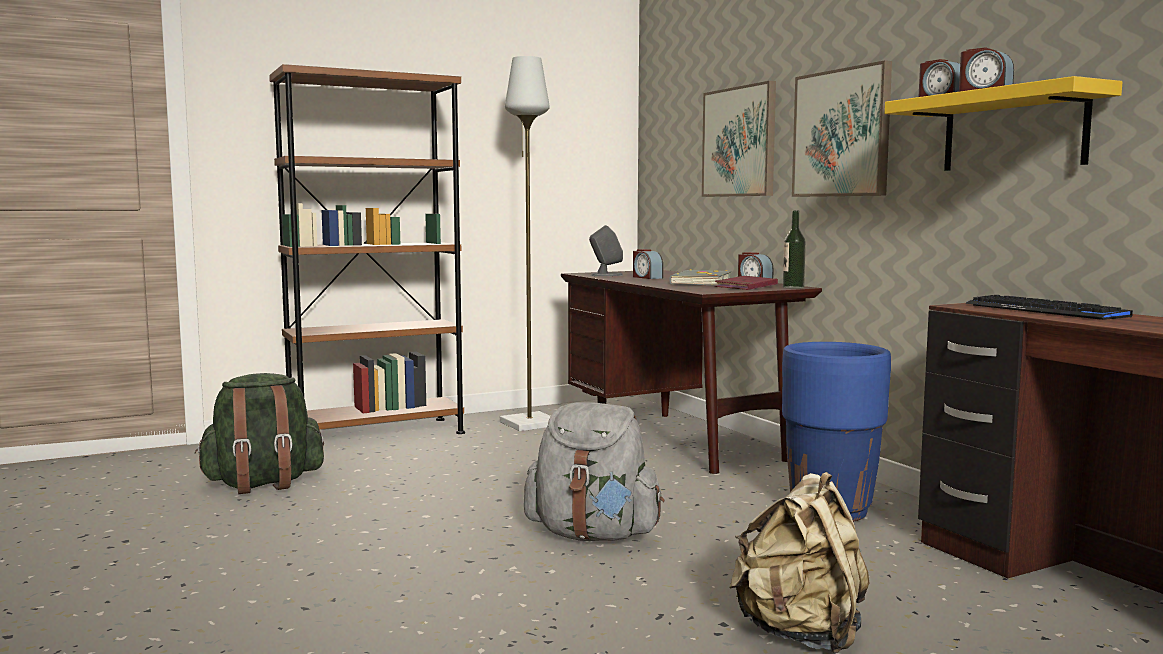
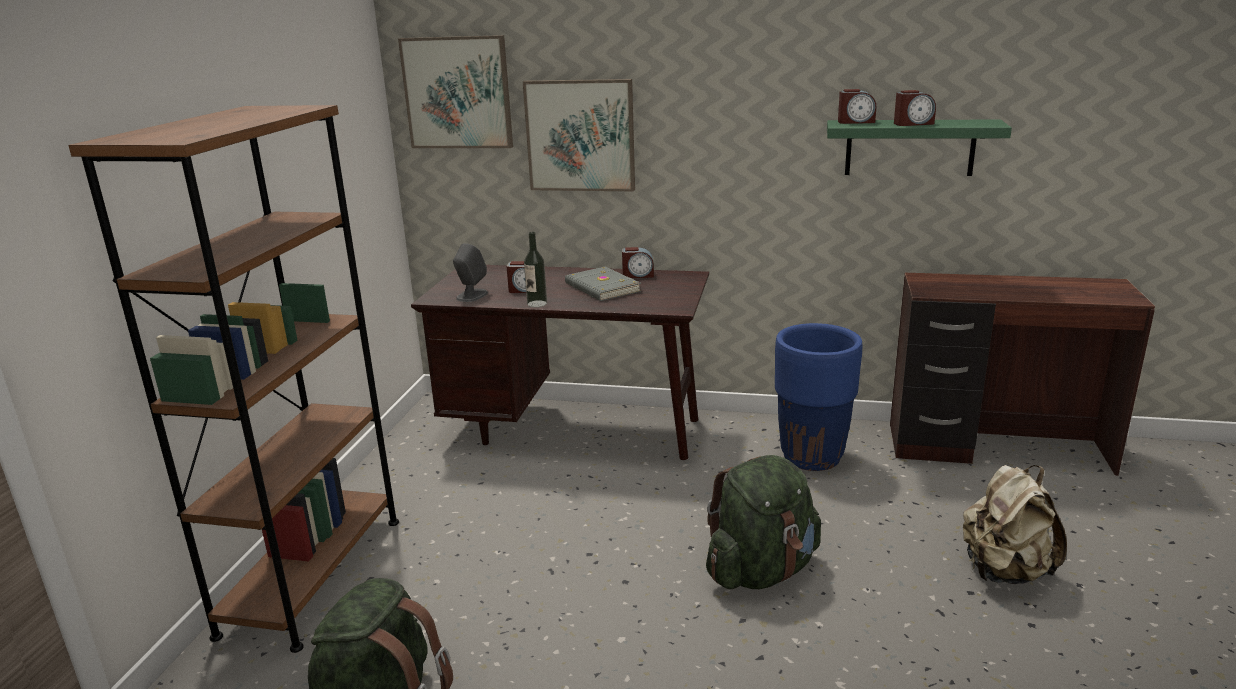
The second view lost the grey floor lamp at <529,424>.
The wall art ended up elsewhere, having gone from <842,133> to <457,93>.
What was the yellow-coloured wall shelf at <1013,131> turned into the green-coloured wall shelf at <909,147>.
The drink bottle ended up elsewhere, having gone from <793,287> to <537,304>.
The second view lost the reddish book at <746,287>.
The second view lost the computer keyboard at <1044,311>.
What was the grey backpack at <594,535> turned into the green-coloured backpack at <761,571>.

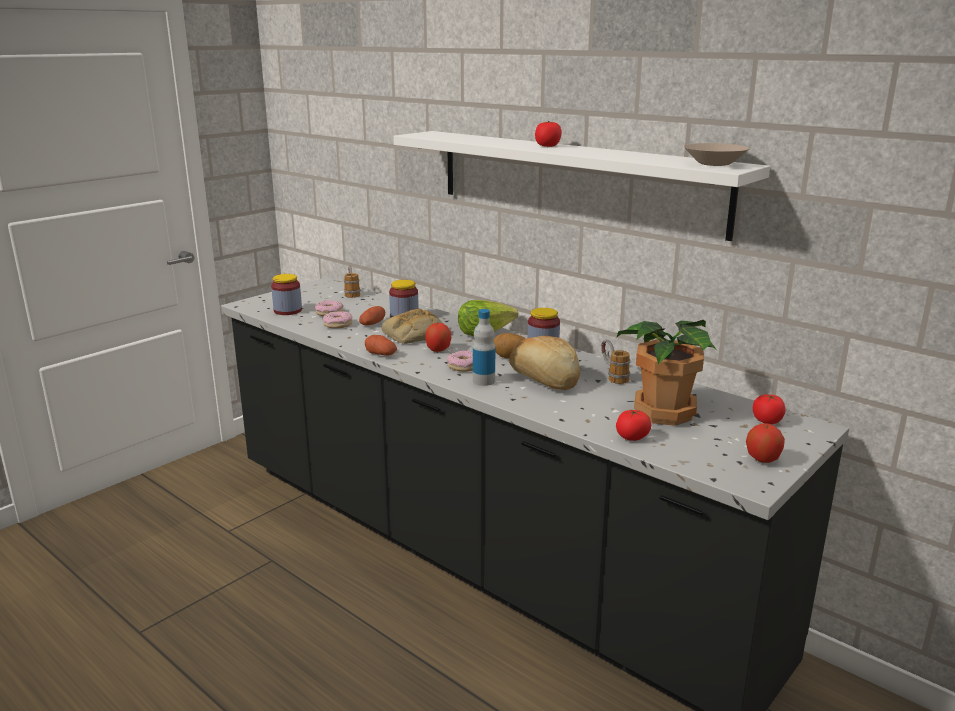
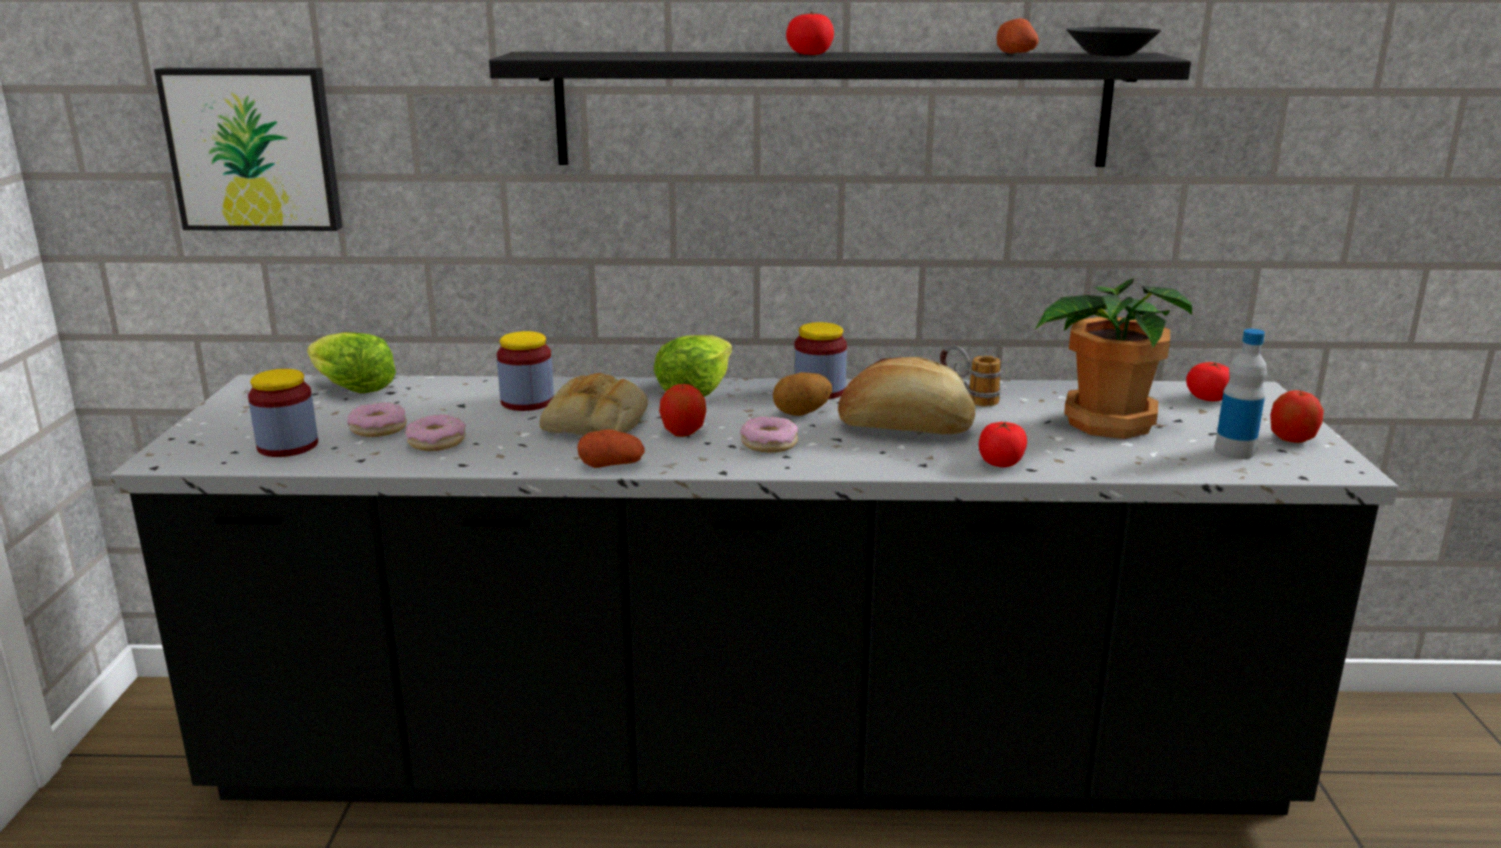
What was the white wall shelf at <574,180> turned into the black-coloured wall shelf at <831,109>.
What was the beige-coloured bowl at <714,164> turned into the black-coloured bowl at <1111,55>.
Where the tea mug stood at <352,293>, the lettuce head came to stand at <351,388>.
The potato ended up elsewhere, having gone from <372,324> to <1016,54>.
The drink bottle ended up elsewhere, having gone from <483,381> to <1234,451>.
The fresh tomato ended up elsewhere, having gone from <632,437> to <1001,463>.
The second view gained the wall art at <254,149>.

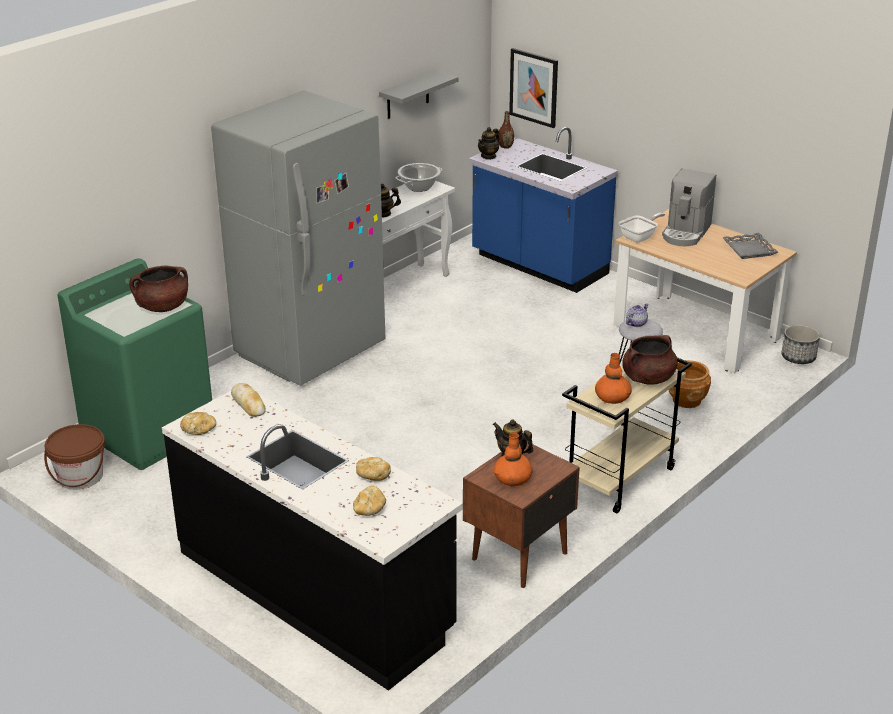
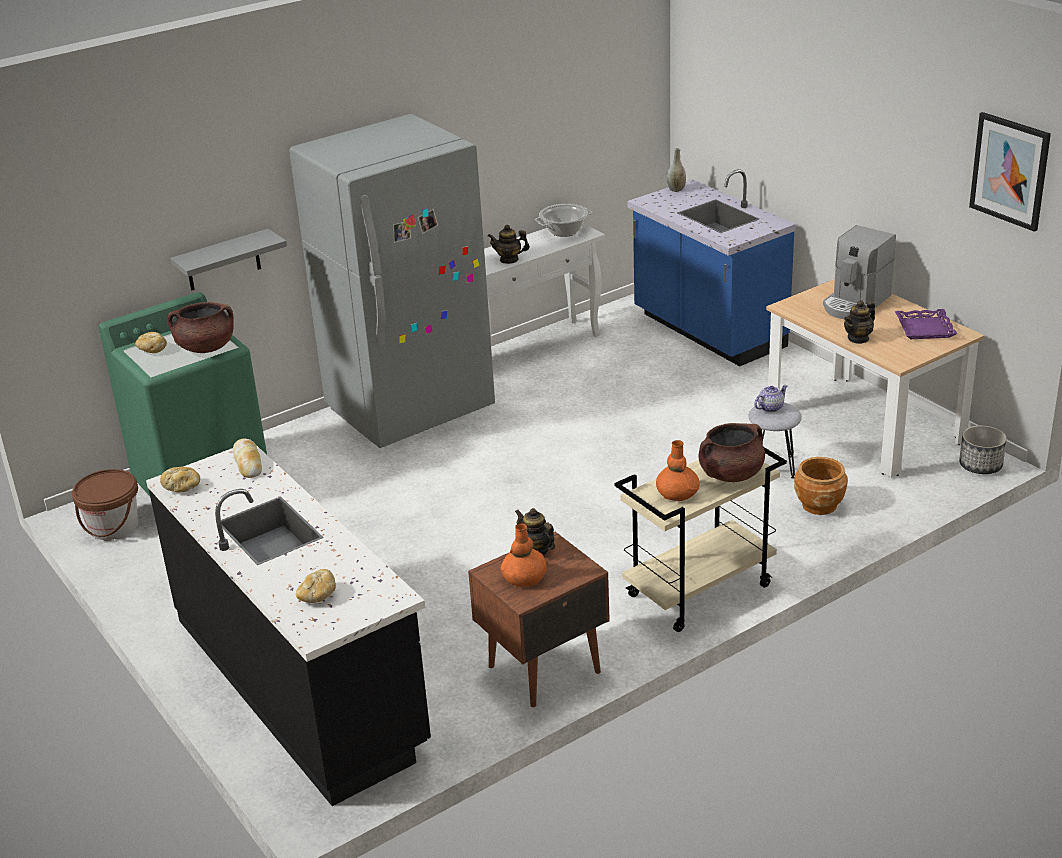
The wall art ended up elsewhere, having gone from <534,87> to <1010,171>.
The grey wall shelf ended up elsewhere, having gone from <407,95> to <223,261>.
What was the brown-coloured flower vase at <505,146> turned into the grey flower vase at <676,190>.
The pot for tea ended up elsewhere, having gone from <488,156> to <858,338>.
The second view lost the frying pan at <640,237>.
What was the grey serving tray at <748,249> turned into the purple serving tray at <924,328>.
The bakery bread ended up elsewhere, having gone from <372,476> to <152,349>.

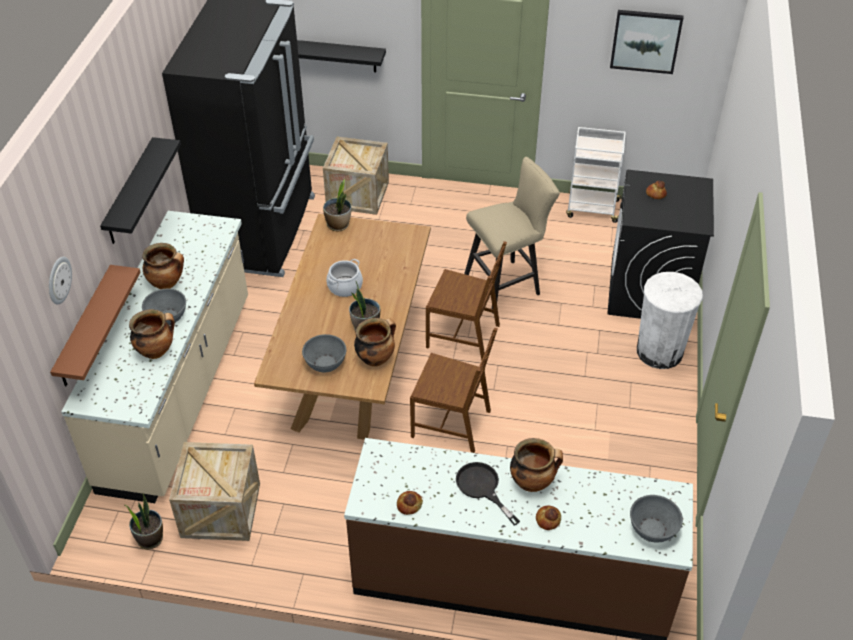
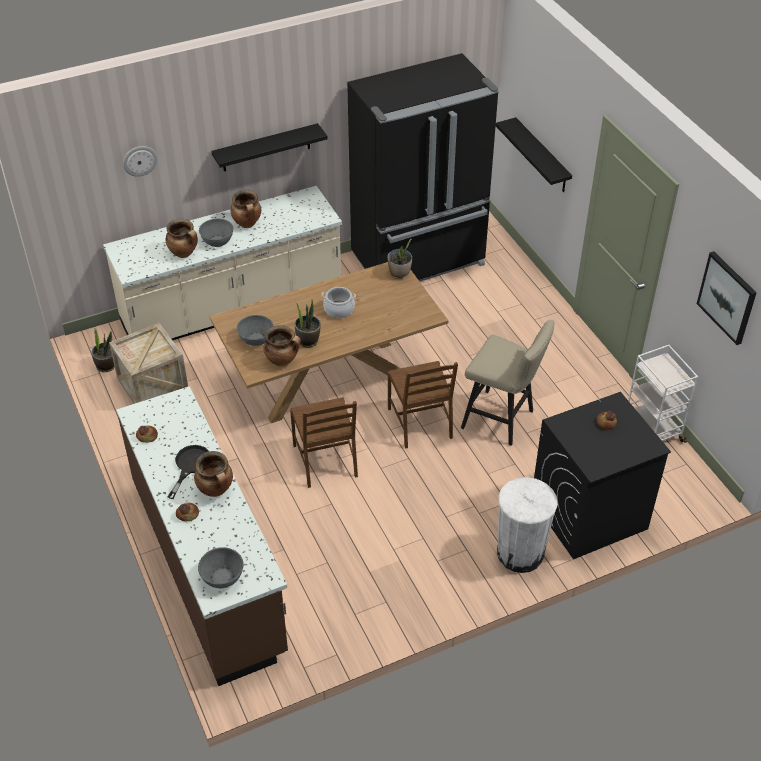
The second view lost the packing crate at <357,194>.
The second view lost the brown-coloured wall shelf at <85,328>.

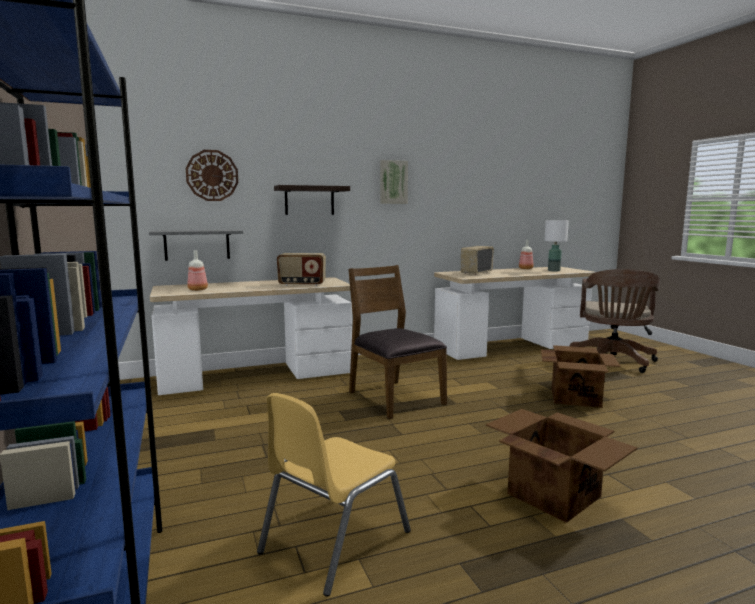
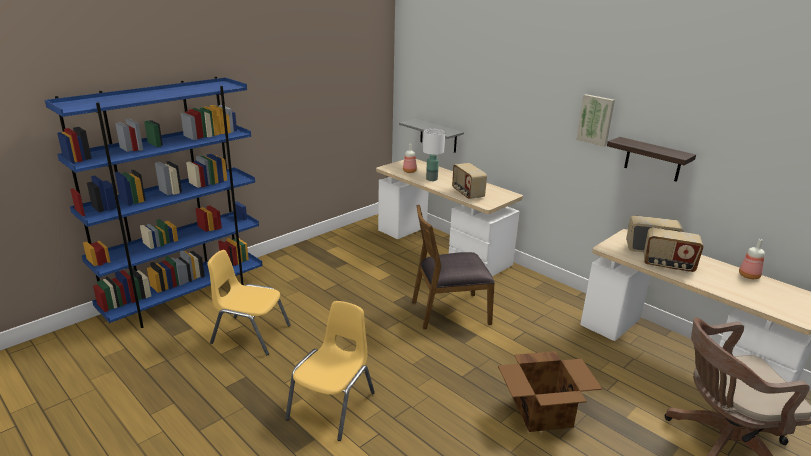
The second view lost the wall clock at <212,175>.
The wall shelf ended up elsewhere, having gone from <309,200> to <653,159>.
The white tabletop lamp ended up elsewhere, having gone from <553,270> to <431,179>.
The brown-coloured plain chair at <394,398> ended up facing another way, 135 degrees counterclockwise from before.
Where the packing box stood at <553,494>, the yellow-coloured plain chair came to stand at <333,406>.
The second view gained the radio at <668,265>.

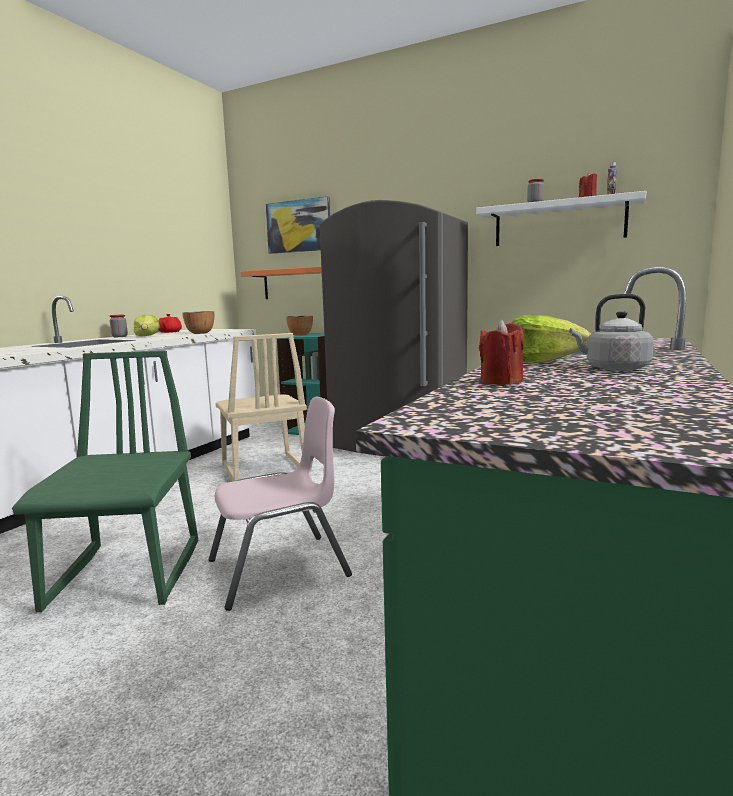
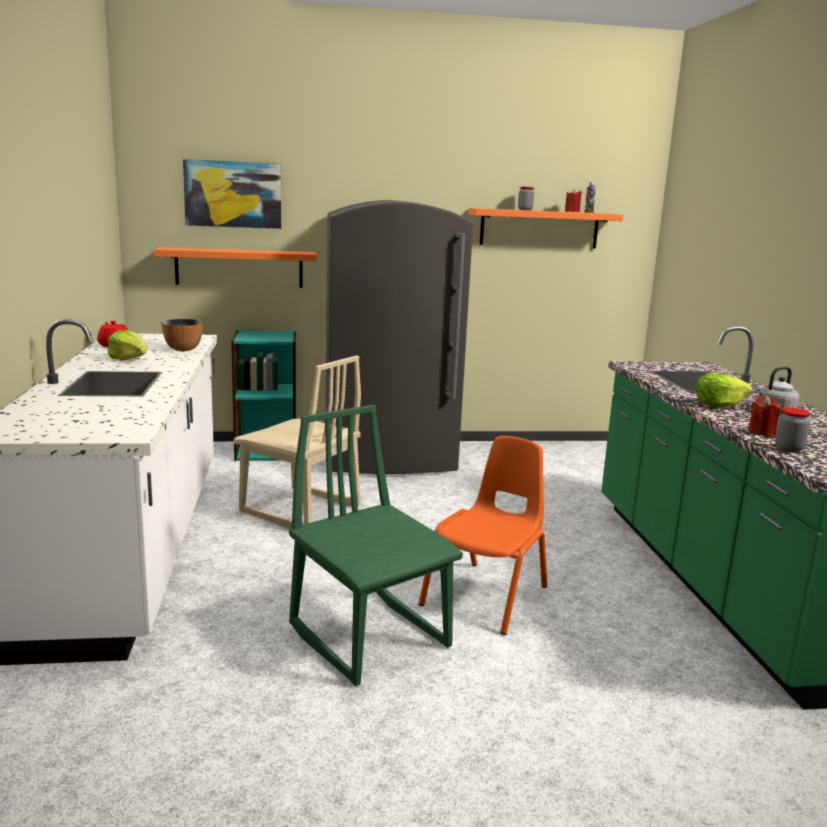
What was the white wall shelf at <559,223> turned into the orange wall shelf at <539,228>.
The preserve jar ended up elsewhere, having gone from <119,336> to <788,449>.
The second view lost the bowl at <300,335>.
What was the pink plain chair at <279,569> turned into the orange plain chair at <487,596>.

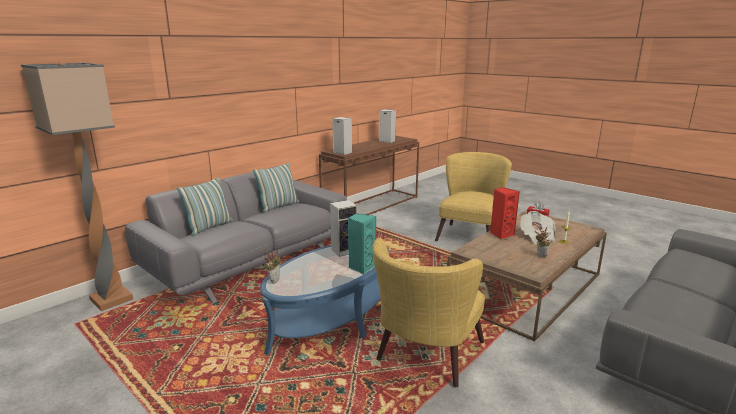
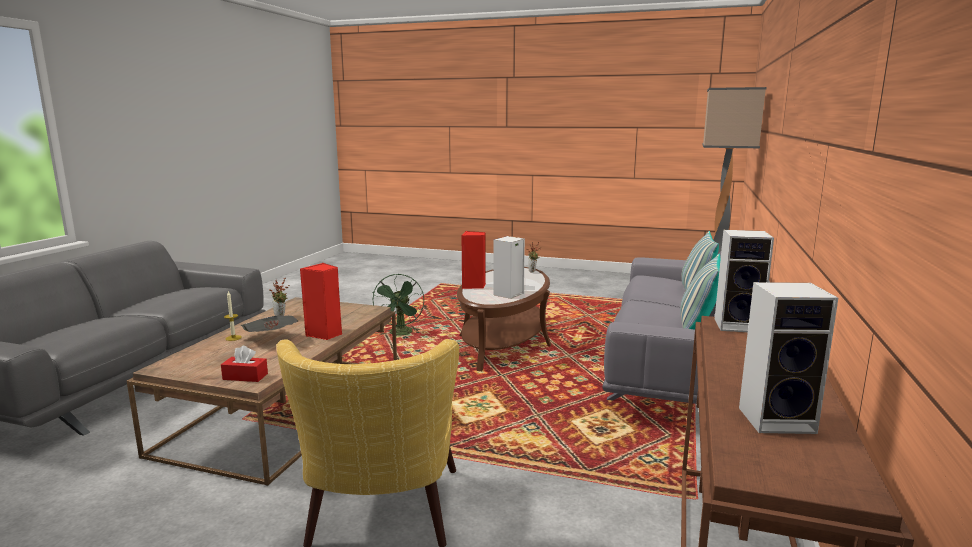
What was the turquoise-coloured loudspeaker at <361,267> turned into the reddish loudspeaker at <473,286>.
Where the yellow-coloured lounge chair stood at <425,357>, the green-coloured cooling fan came to stand at <401,334>.
What was the blue low table at <330,318> turned into the brown-coloured low table at <504,340>.

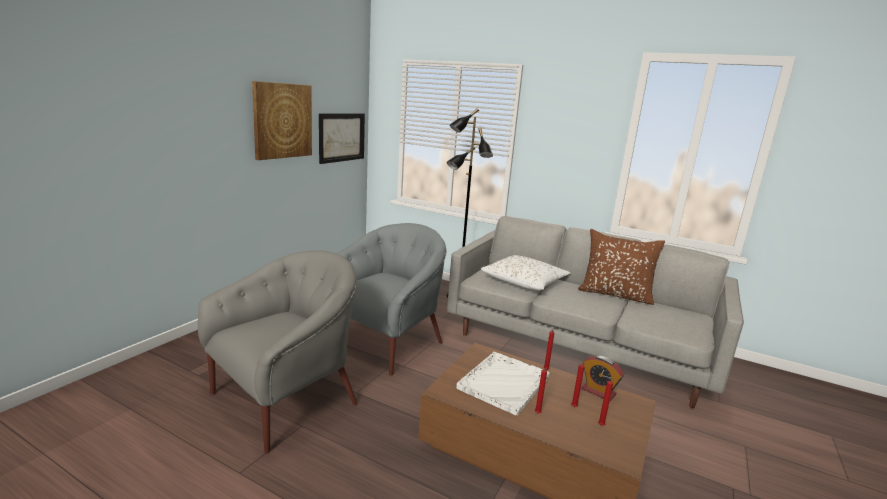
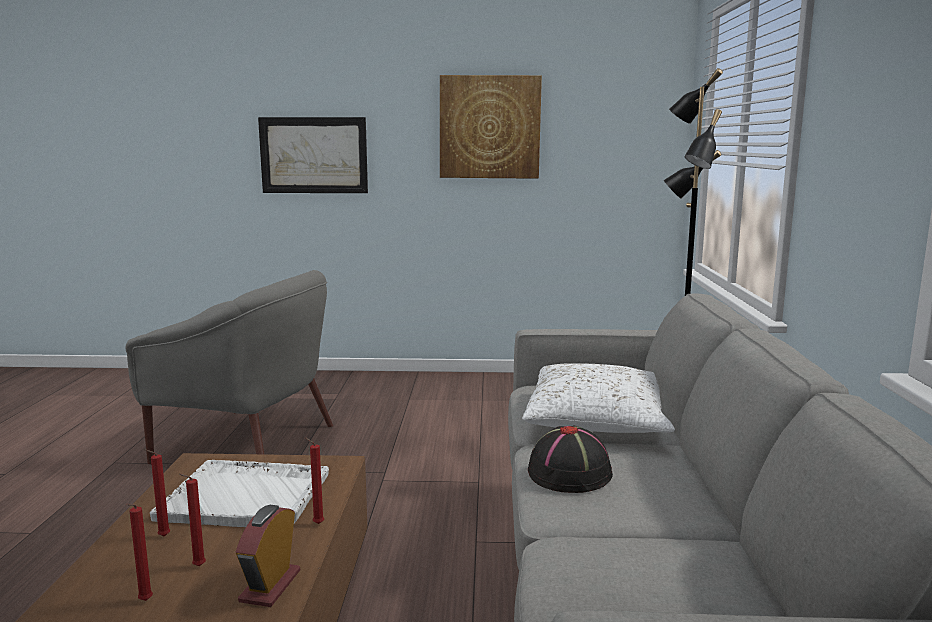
The wall art ended up elsewhere, having gone from <341,137> to <314,155>.
The second view lost the grey lounge chair at <385,341>.
The second view lost the brown-coloured cushion at <615,294>.
The second view gained the black-coloured clothing hat at <570,473>.

